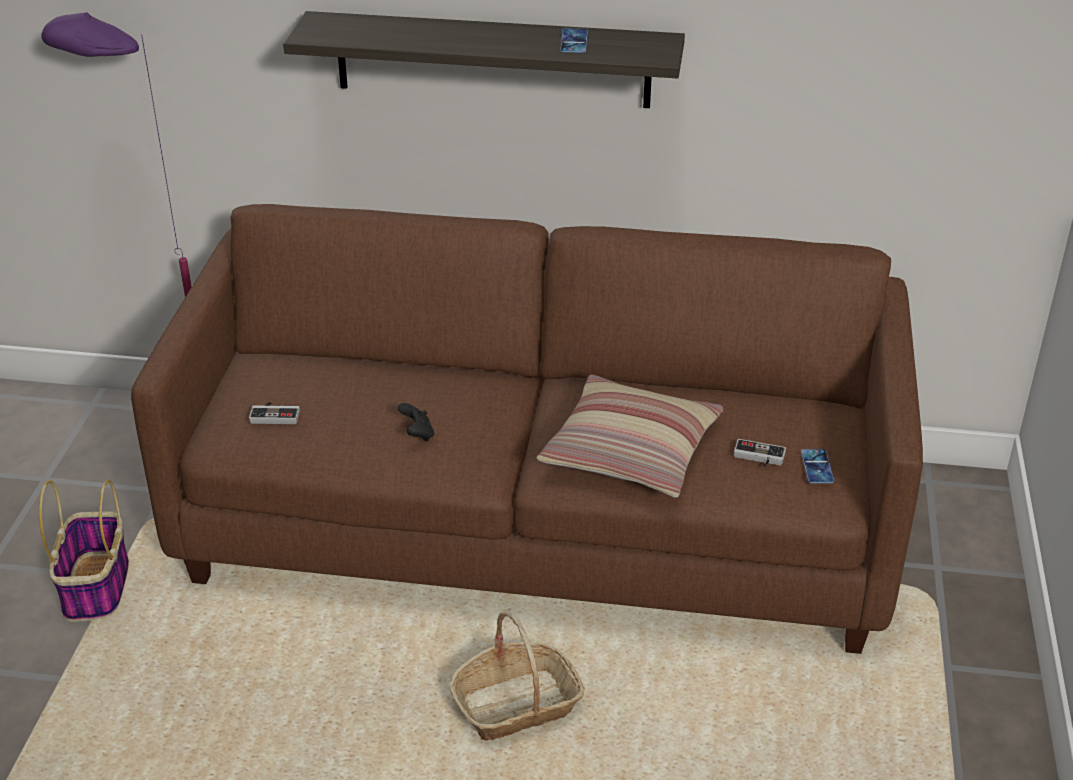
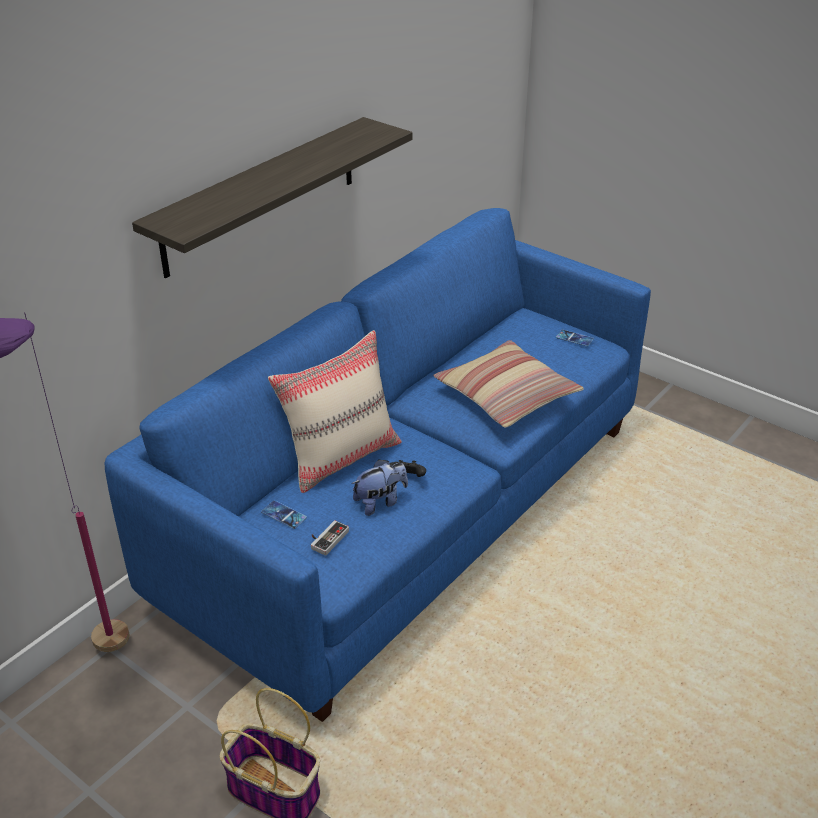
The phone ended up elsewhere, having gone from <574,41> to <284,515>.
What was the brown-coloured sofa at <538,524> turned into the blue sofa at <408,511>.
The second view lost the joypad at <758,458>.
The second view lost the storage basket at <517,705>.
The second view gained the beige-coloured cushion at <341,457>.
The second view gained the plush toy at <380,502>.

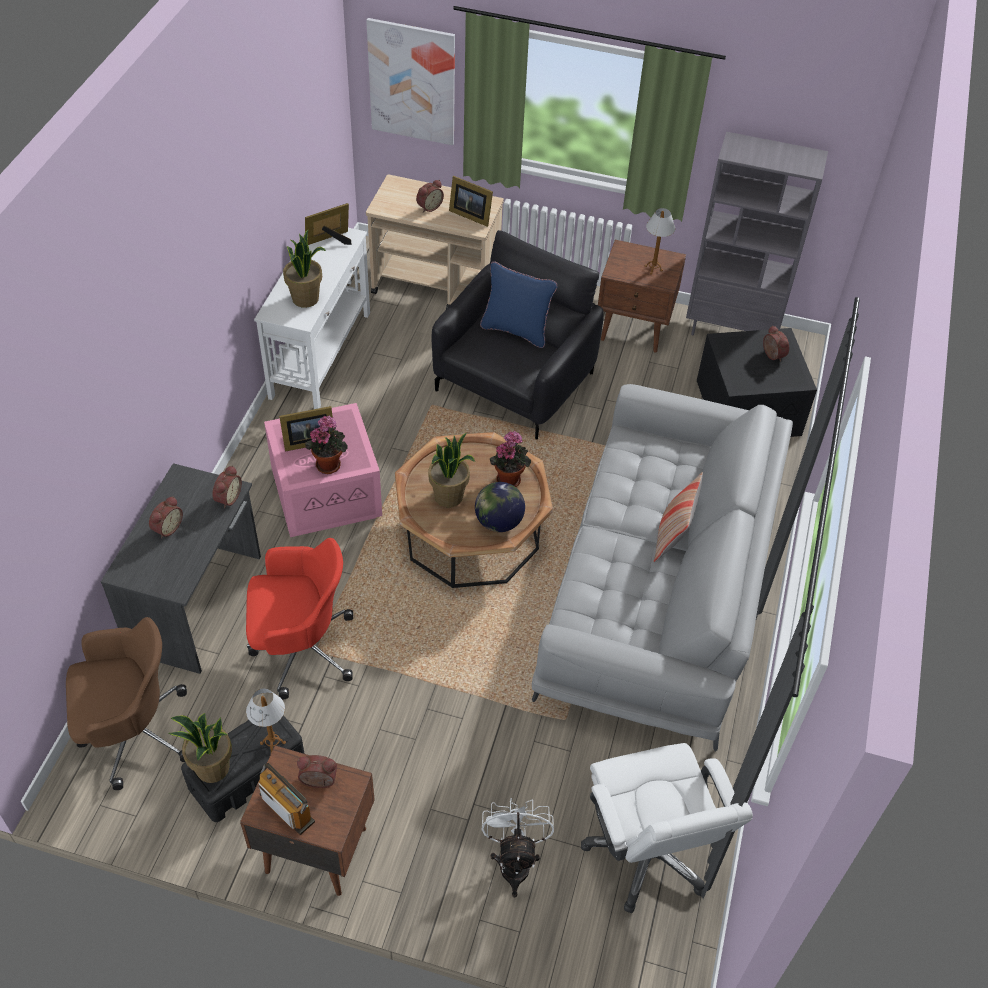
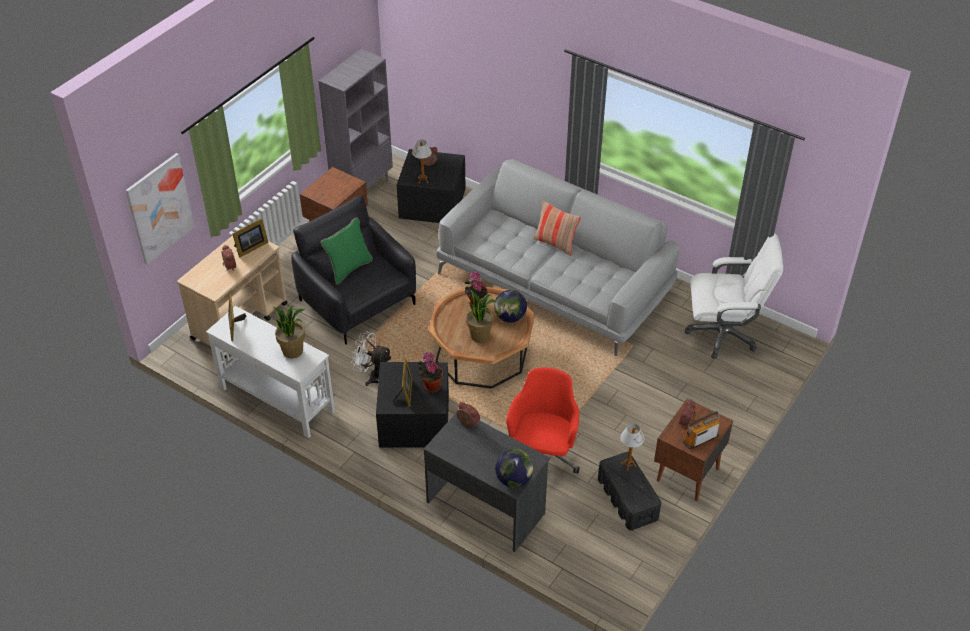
The tabletop lamp ended up elsewhere, having gone from <653,268> to <423,180>.
What was the blue cushion at <516,330> turned into the green-coloured cushion at <349,268>.
What was the pink storage box at <327,490> turned into the black-coloured storage box at <413,420>.
The second view lost the alarm clock at <167,528>.
The second view lost the brown-coloured office chair at <133,732>.
The second view lost the houseplant at <212,769>.
The white cooling fan ended up elsewhere, having gone from <515,861> to <373,376>.
The second view gained the desk globe at <513,480>.

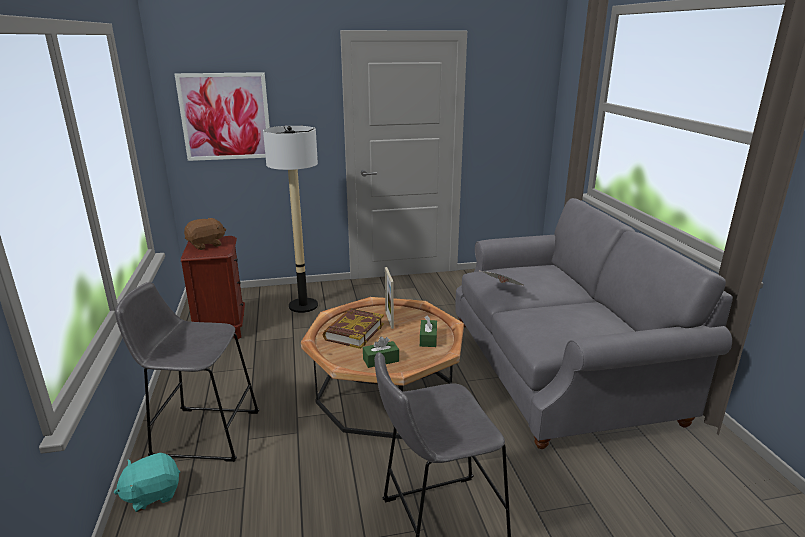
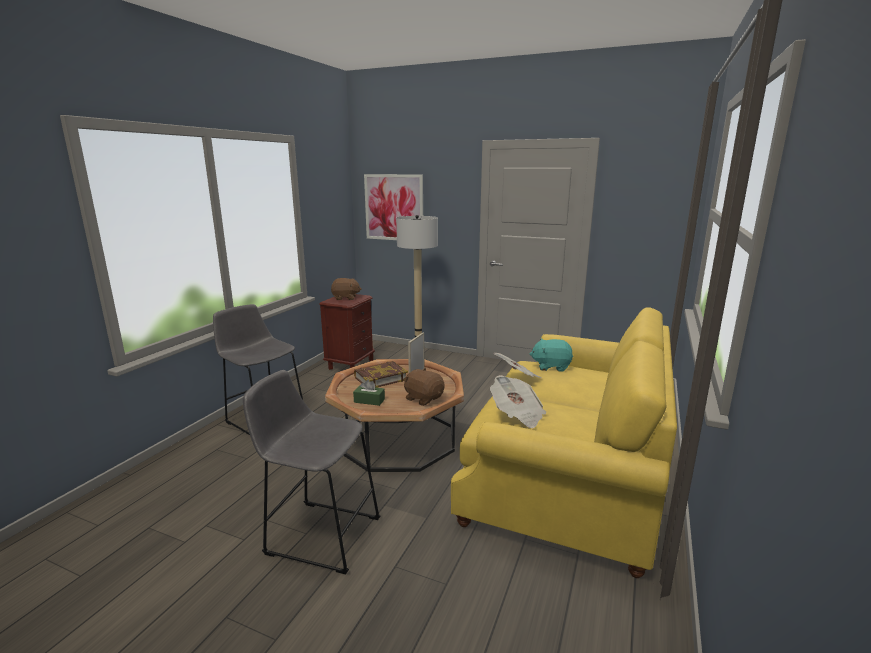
What was the grey sofa at <559,368> turned into the yellow-coloured sofa at <567,475>.
Where the green-coloured tissue holder stood at <428,339>, the brown-coloured plush toy came to stand at <423,398>.
The turquoise-coloured plush toy ended up elsewhere, having gone from <152,494> to <551,366>.
The second view gained the daily paper at <517,415>.

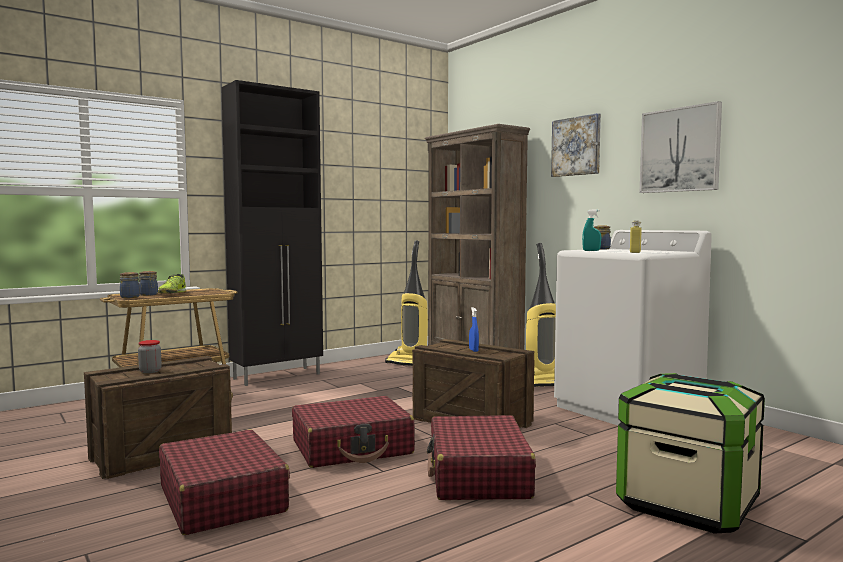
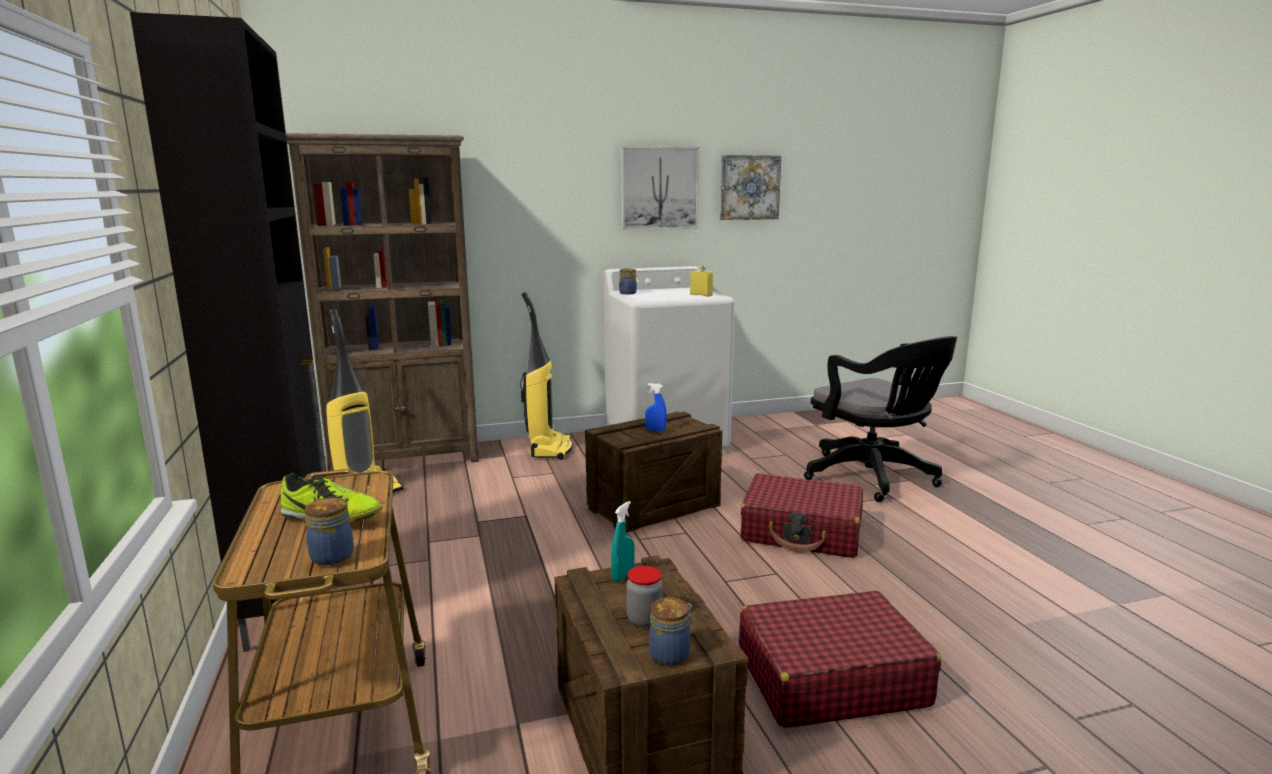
The wall art ended up elsewhere, having gone from <576,146> to <749,187>.
The turquoise-coloured sprayer ended up elsewhere, having gone from <591,250> to <623,576>.
The preserve jar ended up elsewhere, having gone from <149,295> to <671,654>.
Where the storage box stood at <687,504>, the black-coloured office chair came to stand at <874,478>.
The second view lost the reddish travel case at <352,448>.

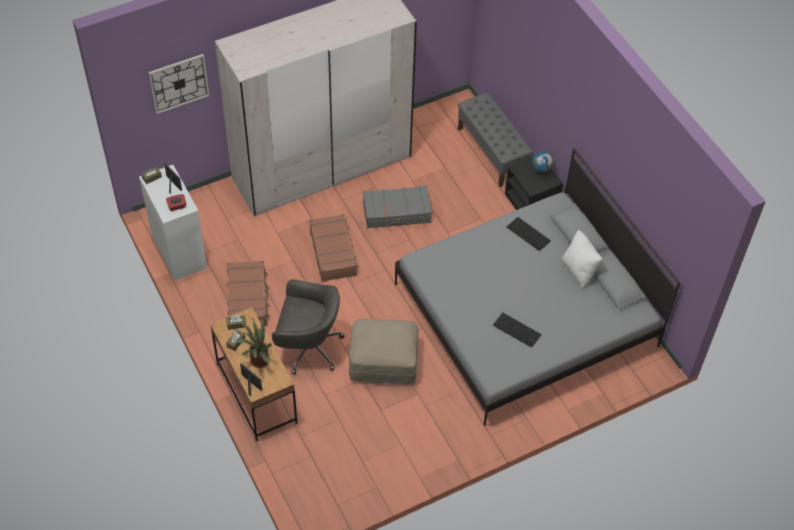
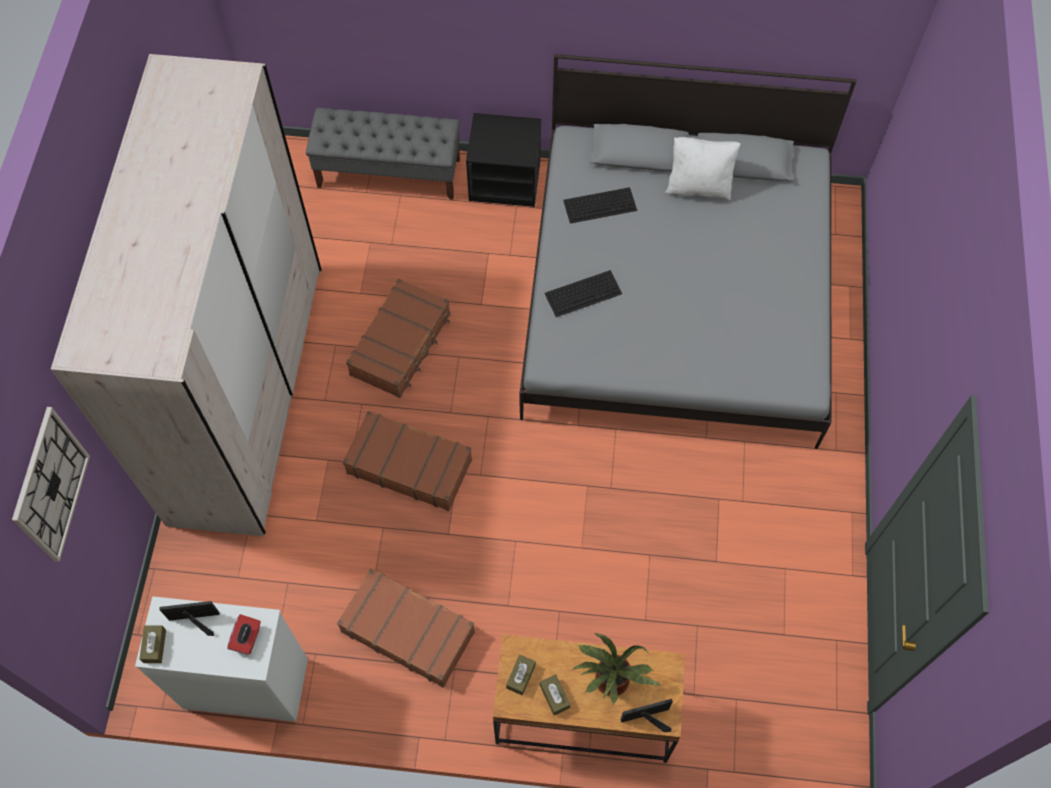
The second view lost the desk globe at <541,172>.
What was the grey travel case at <397,212> turned into the brown-coloured travel case at <401,344>.
The second view lost the grey office chair at <308,347>.
The computer keyboard ended up elsewhere, having gone from <517,330> to <583,293>.
The second view lost the beige-coloured footrest at <383,362>.

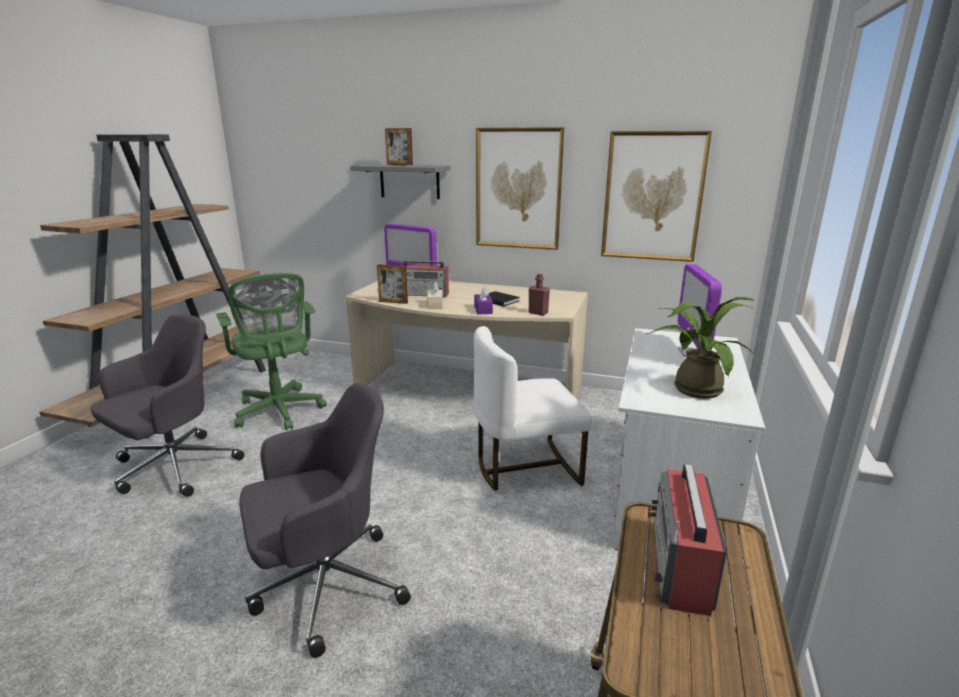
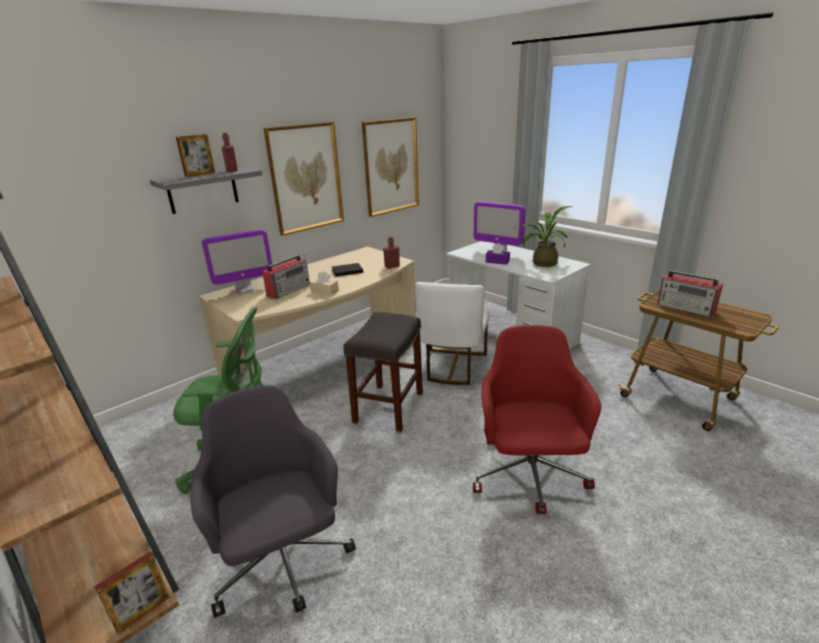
The photo frame ended up elsewhere, having gone from <393,302> to <143,613>.
The purple tissue holder ended up elsewhere, having gone from <483,310> to <497,261>.
What was the grey office chair at <325,586> turned into the reddish office chair at <529,475>.
The second view gained the reddish drink bottle at <232,170>.
The second view gained the grey stool at <389,408>.

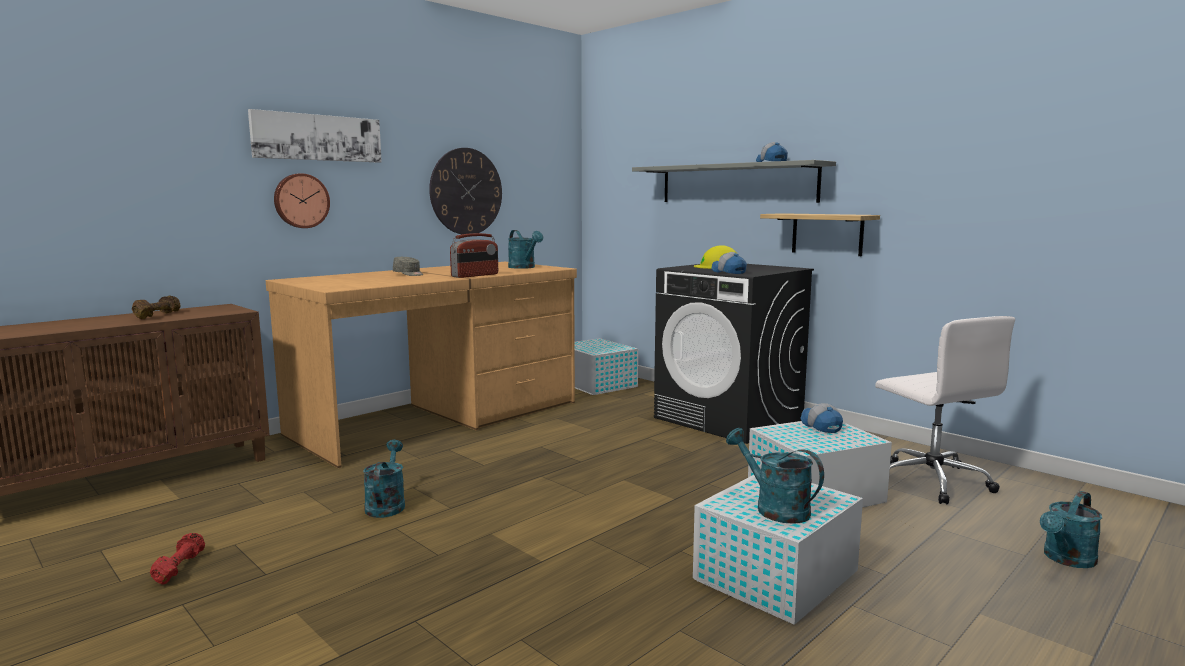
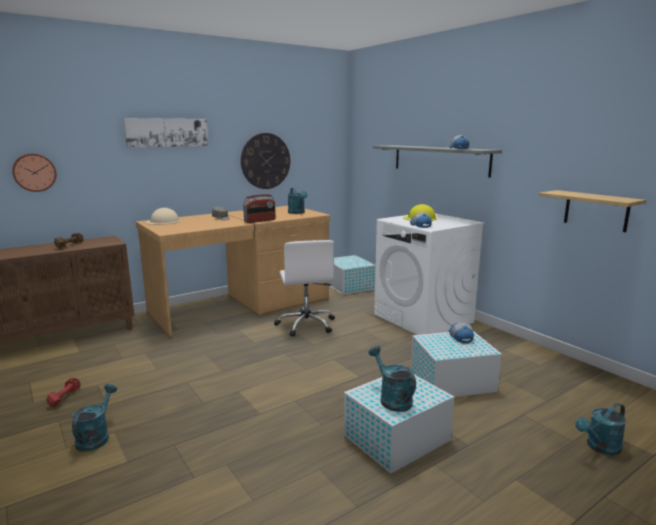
The wall clock ended up elsewhere, having gone from <301,201> to <34,172>.
The wall shelf ended up elsewhere, having gone from <827,234> to <596,210>.
What was the black-coloured laundry appliance at <729,419> turned into the white laundry appliance at <423,318>.
The white office chair ended up elsewhere, having gone from <930,481> to <306,325>.
The turquoise-coloured sprinkling can ended up elsewhere, having gone from <386,505> to <96,437>.
The second view gained the beige-coloured hard hat at <163,222>.

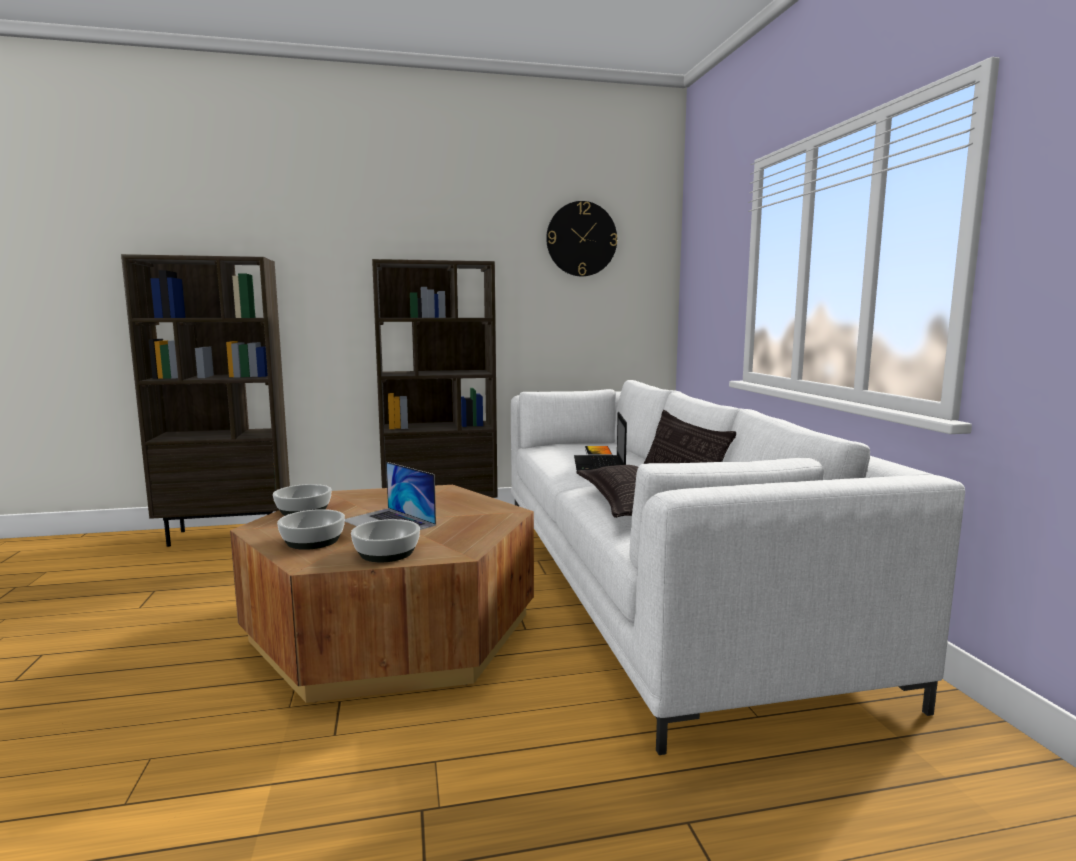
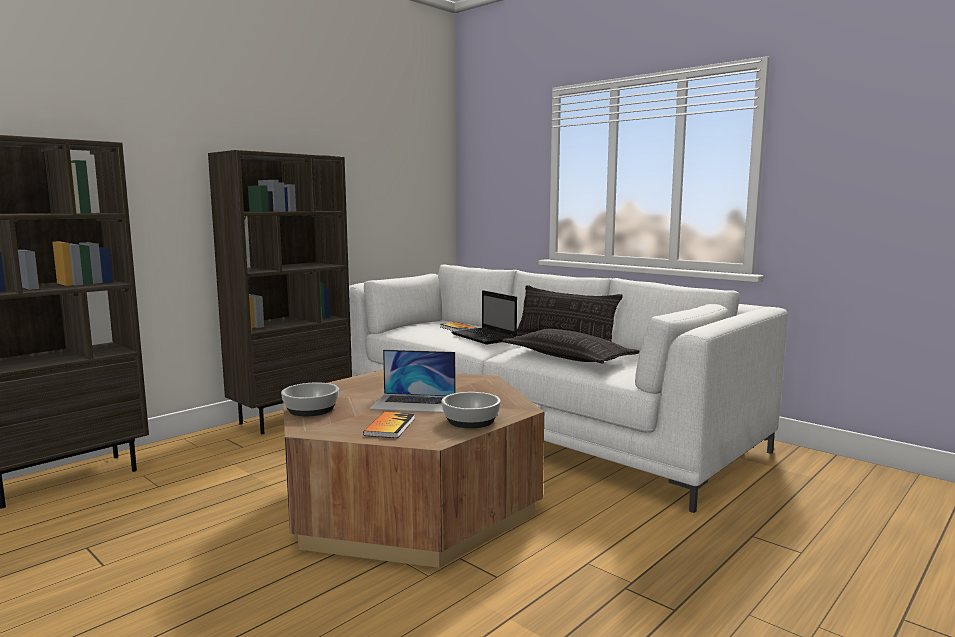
The second view lost the wall clock at <581,239>.
Where the bowl stood at <313,541>, the book came to stand at <390,426>.

